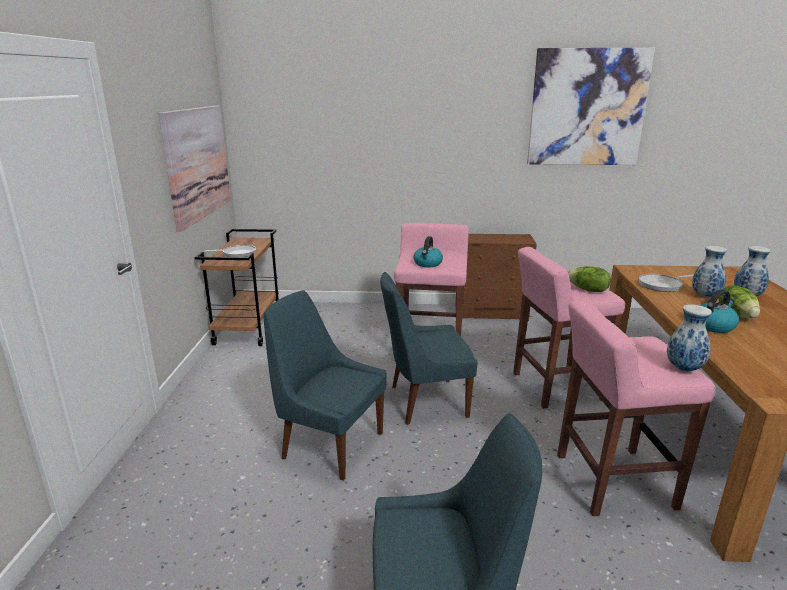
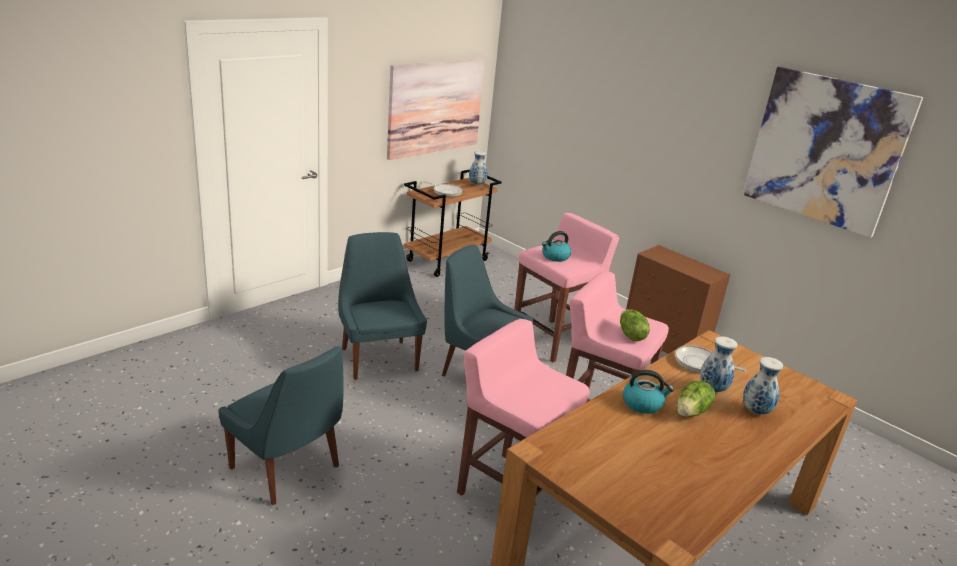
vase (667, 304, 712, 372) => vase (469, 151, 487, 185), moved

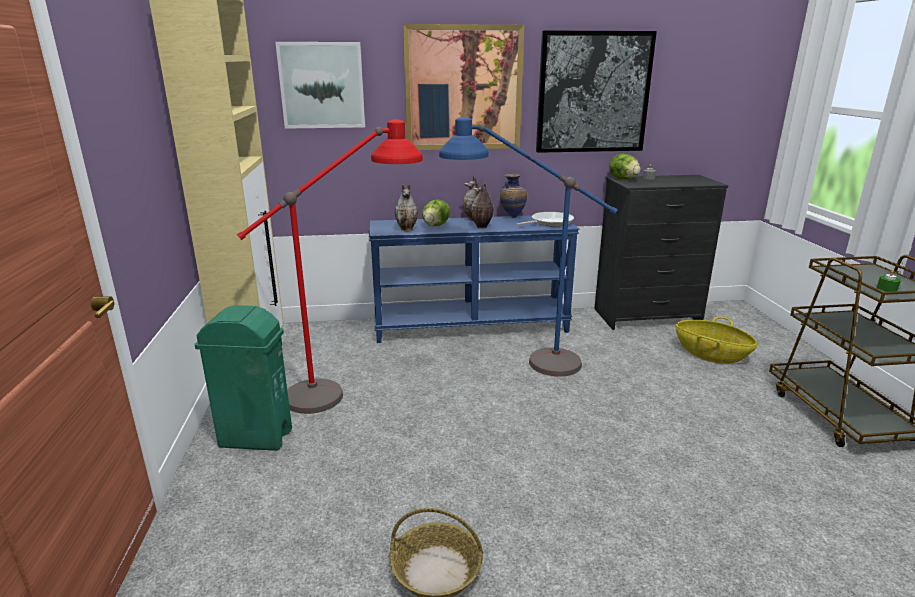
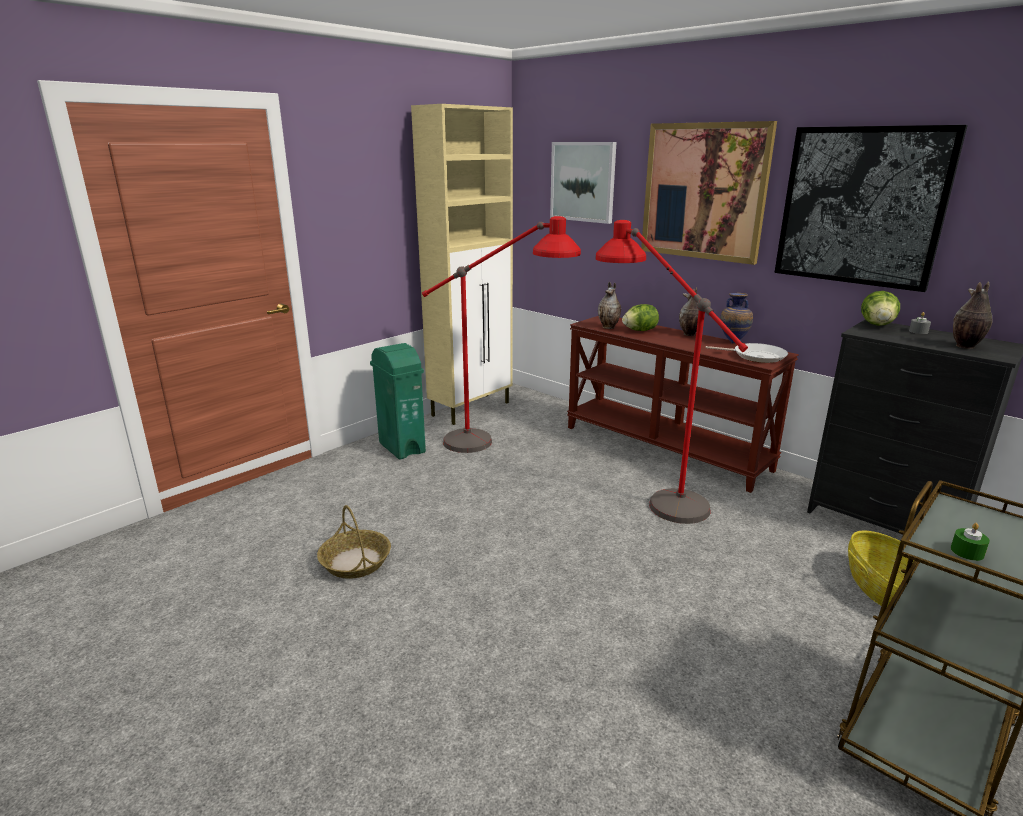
table console [bleu] (369, 215, 579, 343) => table console [marron] (567, 316, 799, 493)
lampadaire [bleu] (439, 117, 618, 377) => lampadaire [rouge] (596, 220, 748, 524)
vase (471, 182, 494, 229) => vase (953, 282, 992, 349), moved

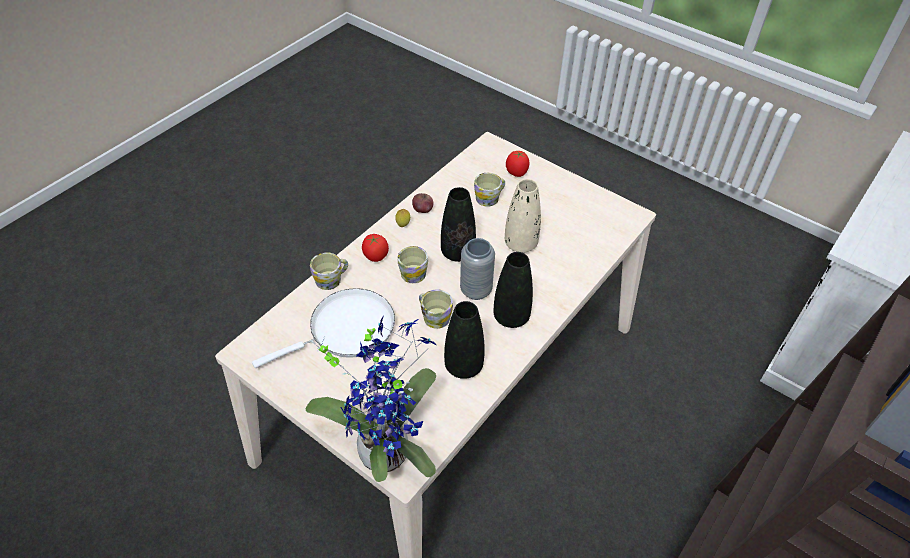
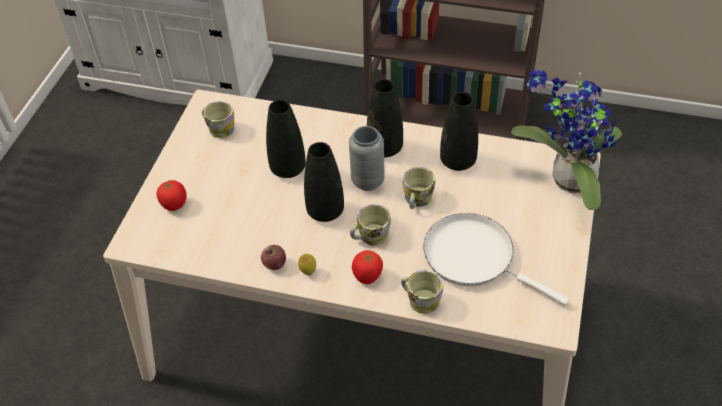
mug (474, 173, 505, 207) => mug (202, 101, 234, 138), moved
vase [beige] (505, 179, 541, 253) => vase [noir] (266, 100, 306, 178)

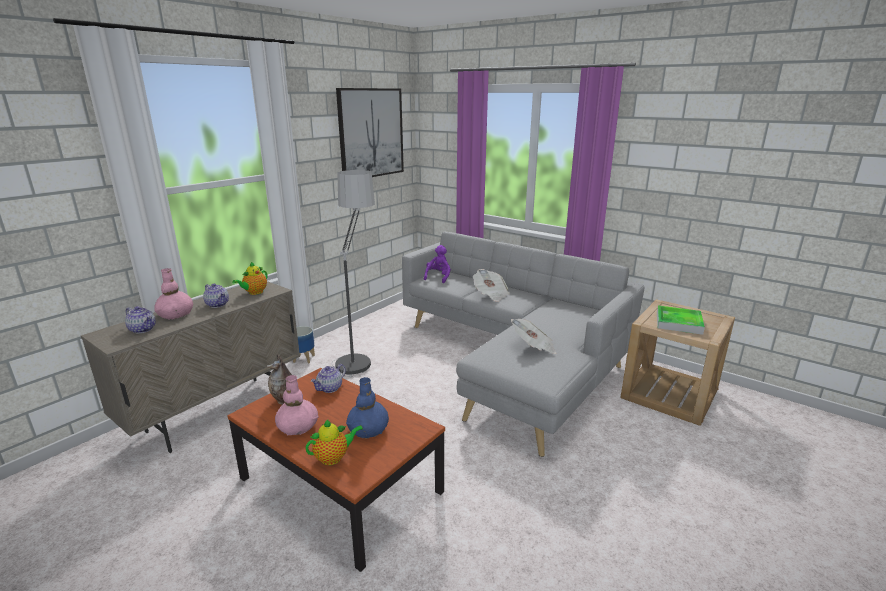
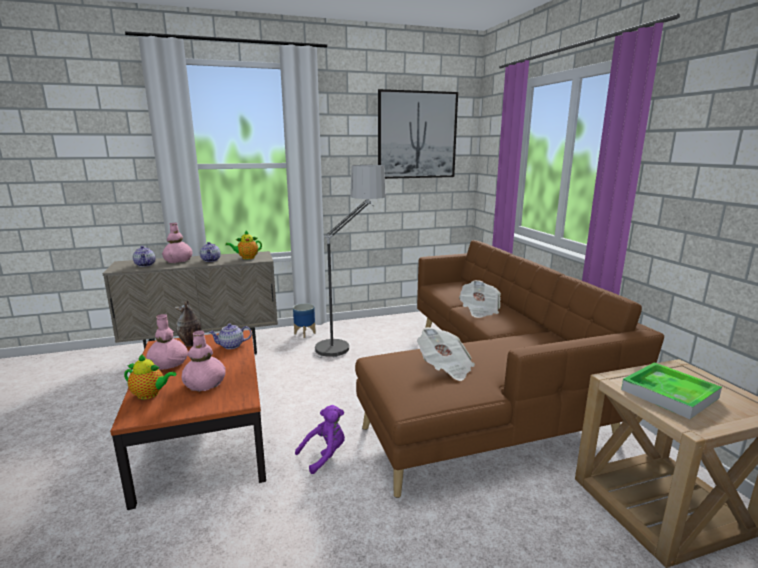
vase [bleu] (346, 377, 389, 438) => vase [rose] (182, 330, 226, 392)
canapé [gris] (402, 232, 644, 457) => canapé [marron] (355, 240, 664, 498)
peluche [violet] (424, 245, 451, 284) => peluche [violet] (295, 405, 345, 474), moved

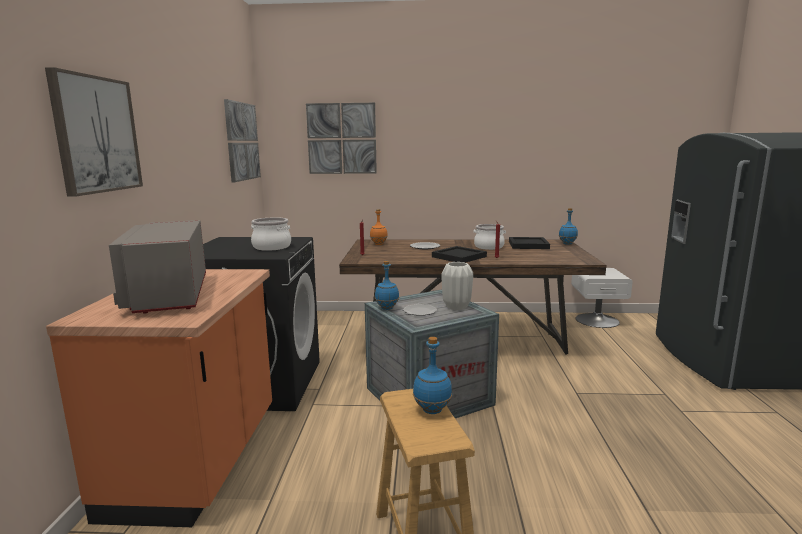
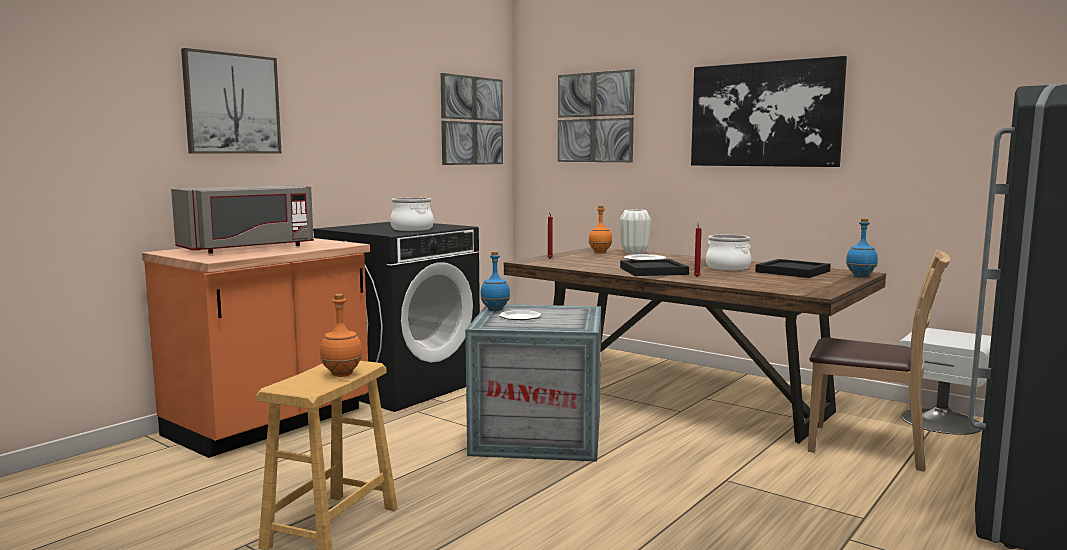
micro-ondes [gris] (109, 220, 206, 314) => micro-ondes [gris] (171, 185, 314, 254), 150 degrees counterclockwise
bouteille [bleu] (413, 337, 452, 414) => bouteille [orange] (320, 294, 363, 377)
vase [blanc] (442, 262, 473, 310) => vase [blanc] (620, 209, 651, 254), moved
nothing => tableau (691, 56, 847, 167)
nothing => chaise [marron] (808, 250, 950, 472)

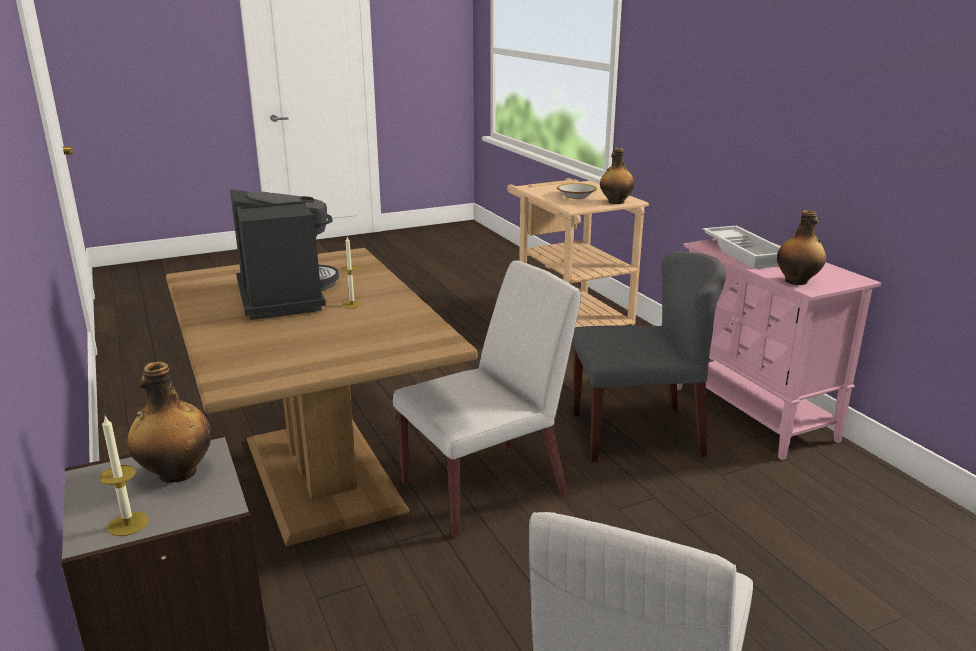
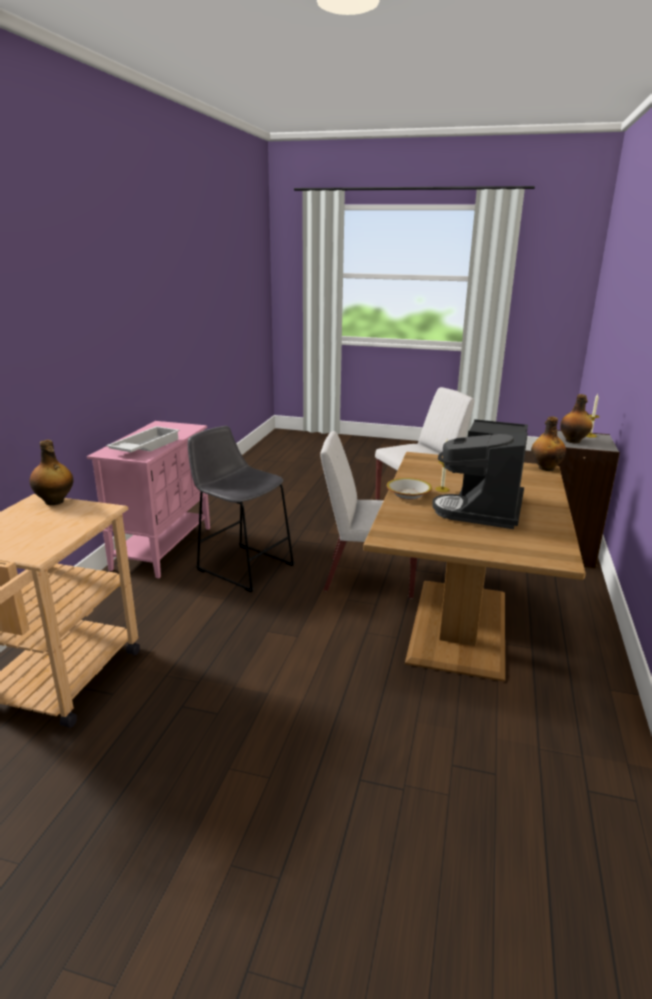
bol (557, 183, 597, 199) => bol (387, 478, 432, 500), moved
chaise [gris] (572, 252, 726, 462) => tabouret [gris] (188, 426, 295, 593)
bouteille (777, 210, 826, 285) => bouteille (531, 417, 566, 471), moved

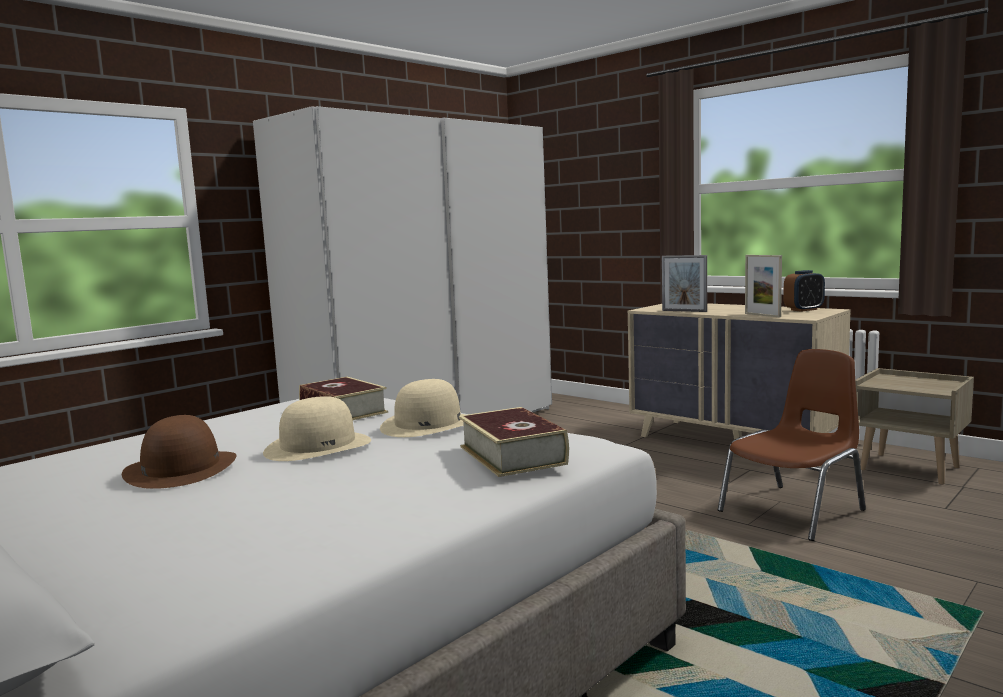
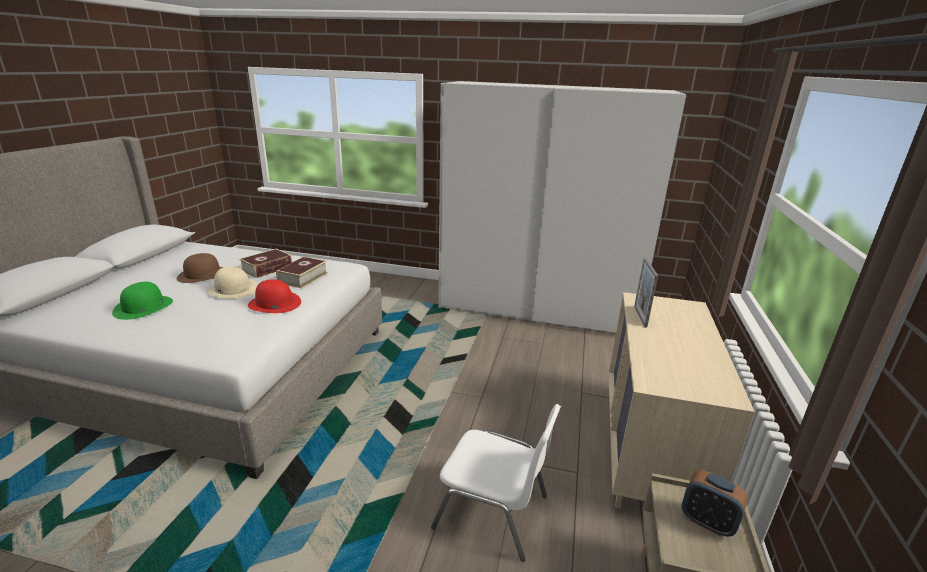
chapeau [beige] (380, 379, 465, 437) => chapeau [rouge] (248, 279, 301, 313)
livre (459, 407, 569, 477) => livre (239, 249, 293, 278), moved
chaise [marron] (718, 349, 866, 541) => chaise [blanc] (431, 404, 561, 562)
cadre photo (745, 255, 782, 317) => nothing
réveil (783, 270, 825, 312) => réveil (682, 470, 748, 537), moved
nothing => chapeau [vert] (112, 282, 173, 320)

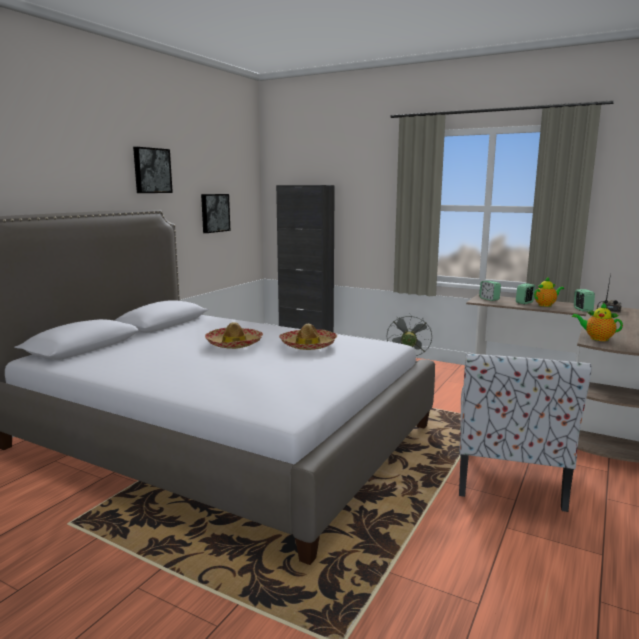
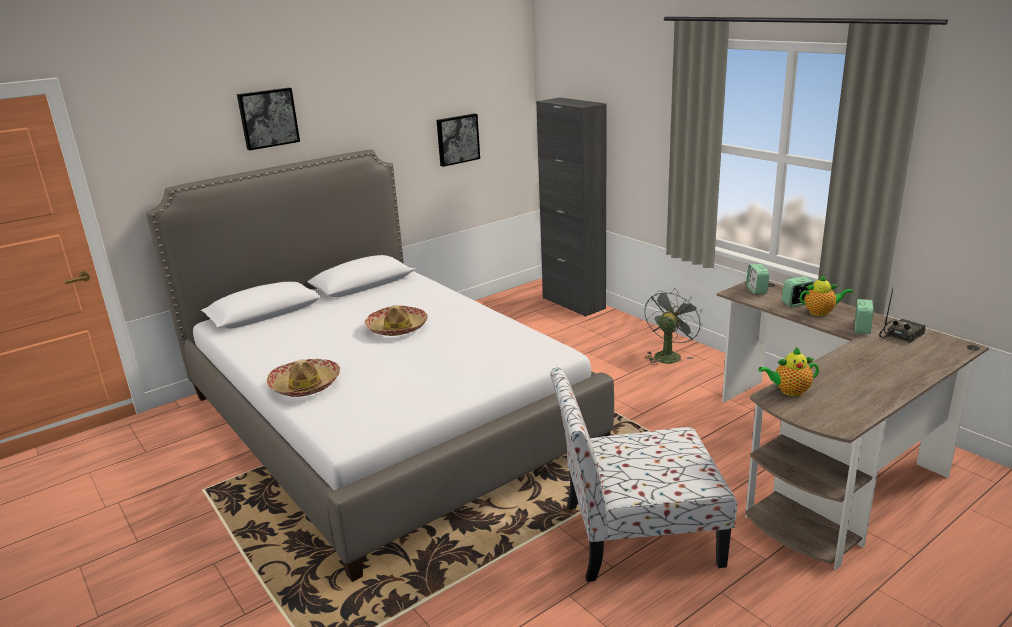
tableau (133, 147, 173, 193) => tableau (237, 88, 300, 150), moved
chapeau (279, 324, 337, 350) => chapeau (267, 359, 340, 397), moved
chaise (459, 353, 591, 512) => chaise (550, 367, 737, 582), 45 degrees clockwise
théière (572, 302, 623, 341) => théière (758, 347, 819, 396), 60 degrees counterclockwise

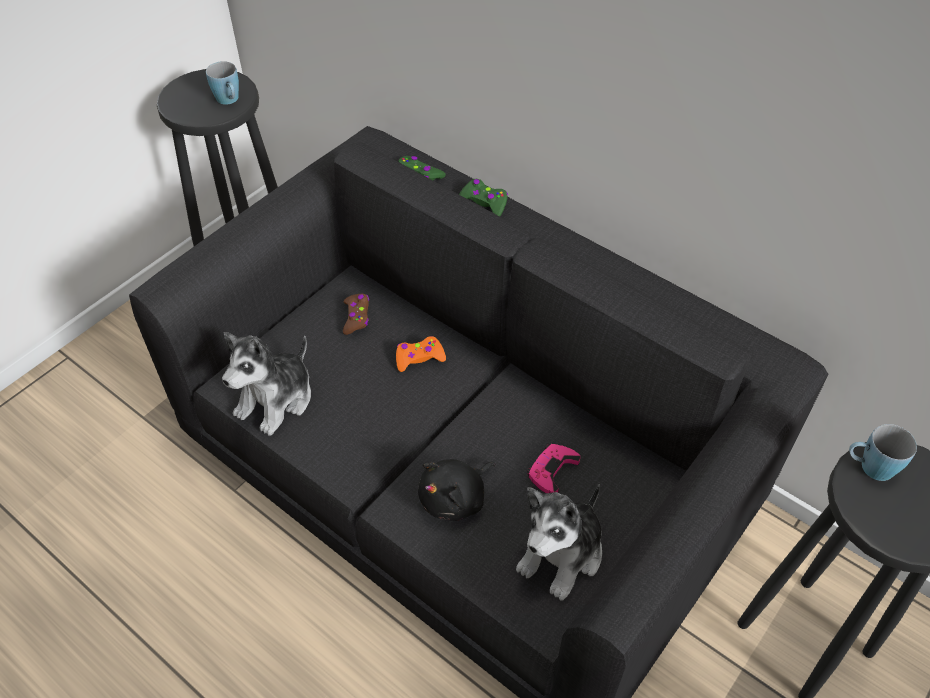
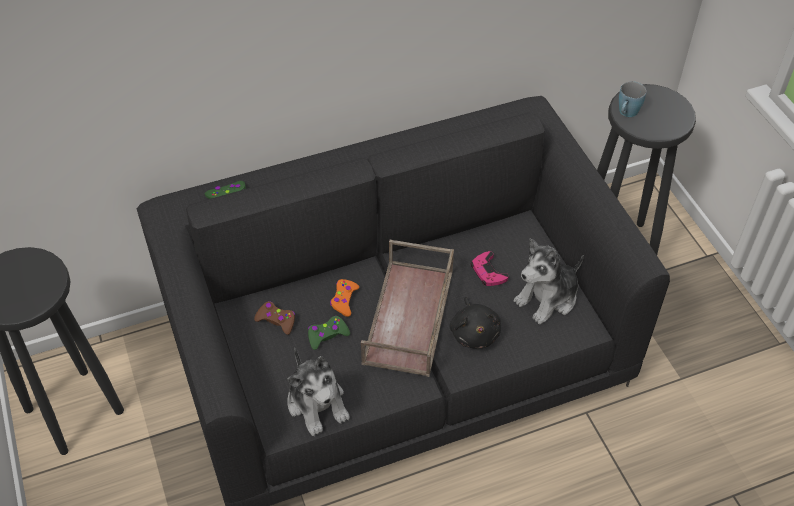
mug [bleu] (206, 61, 239, 105) => nothing
manette [vert] (459, 179, 508, 216) => manette [vert] (308, 316, 350, 350), moved
peluche (516, 484, 602, 600) => peluche (514, 239, 584, 325), 75 degrees clockwise
nothing => plateau [marron] (361, 240, 454, 377)

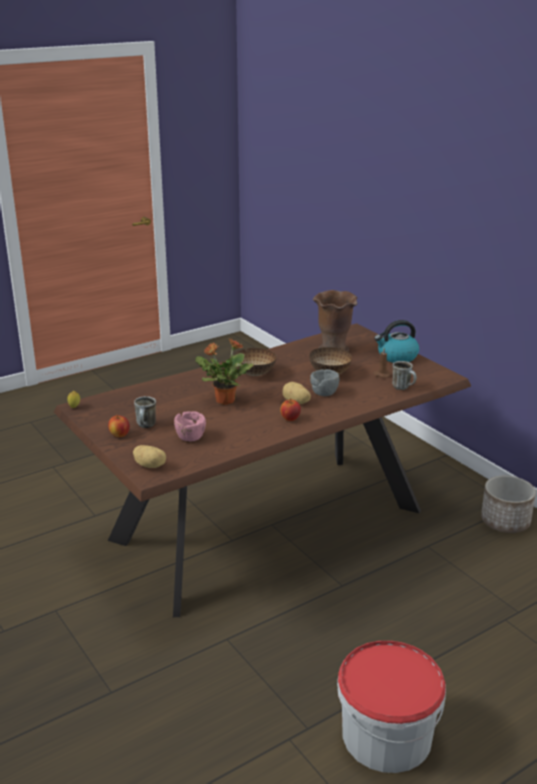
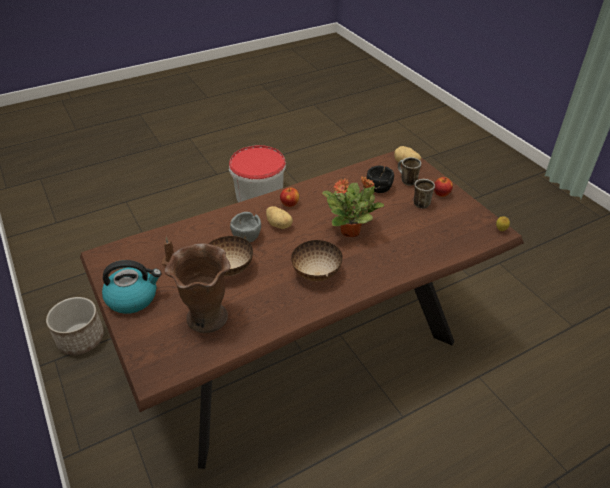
bol [rose] (174, 411, 206, 441) => bol [noir] (367, 166, 394, 193)
mug (392, 361, 417, 390) => mug (398, 157, 421, 186), moved

